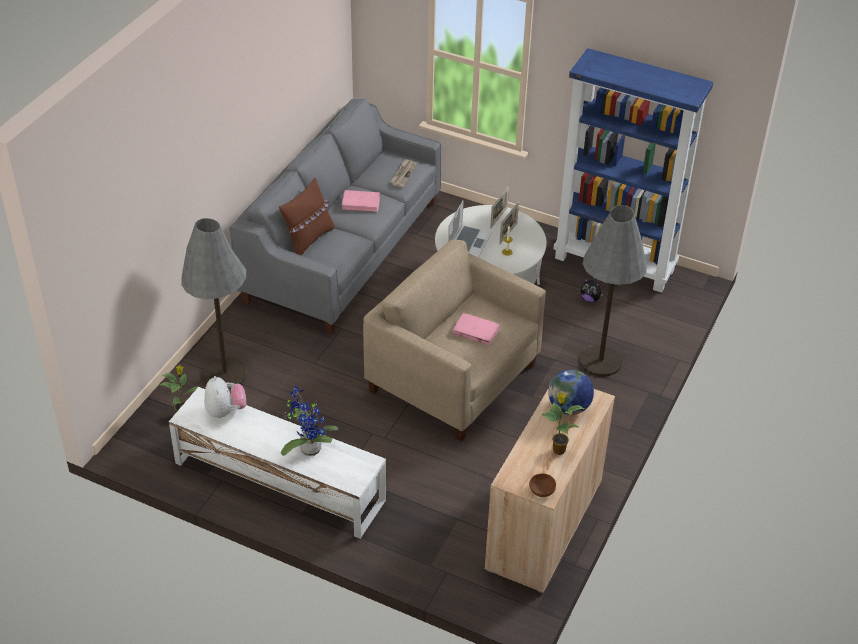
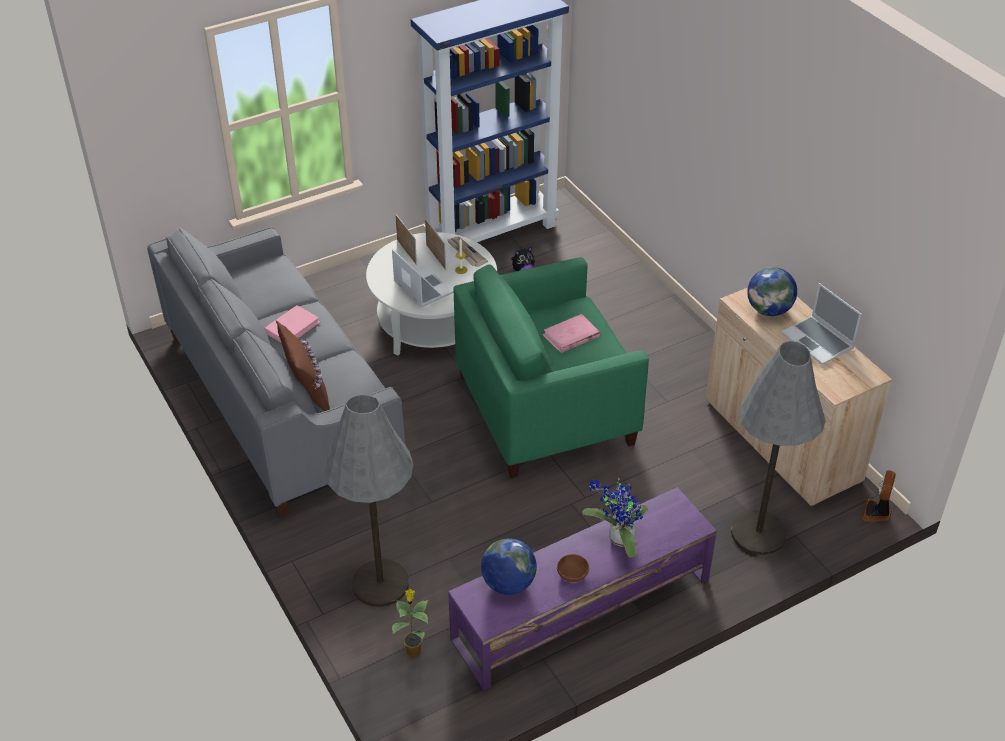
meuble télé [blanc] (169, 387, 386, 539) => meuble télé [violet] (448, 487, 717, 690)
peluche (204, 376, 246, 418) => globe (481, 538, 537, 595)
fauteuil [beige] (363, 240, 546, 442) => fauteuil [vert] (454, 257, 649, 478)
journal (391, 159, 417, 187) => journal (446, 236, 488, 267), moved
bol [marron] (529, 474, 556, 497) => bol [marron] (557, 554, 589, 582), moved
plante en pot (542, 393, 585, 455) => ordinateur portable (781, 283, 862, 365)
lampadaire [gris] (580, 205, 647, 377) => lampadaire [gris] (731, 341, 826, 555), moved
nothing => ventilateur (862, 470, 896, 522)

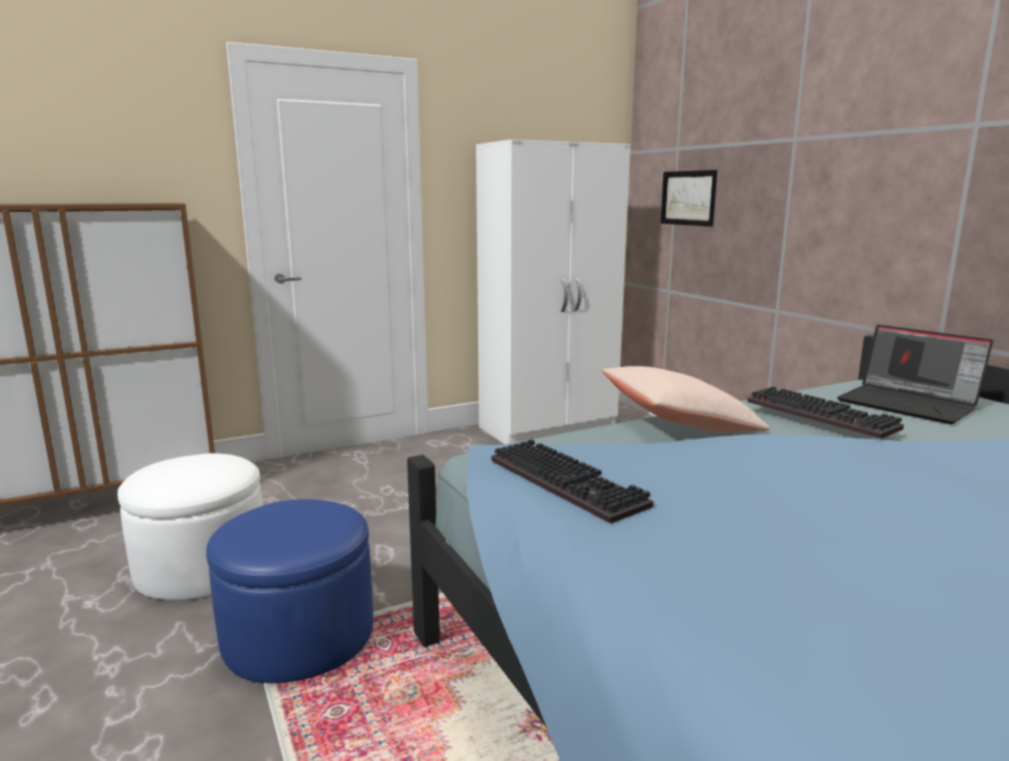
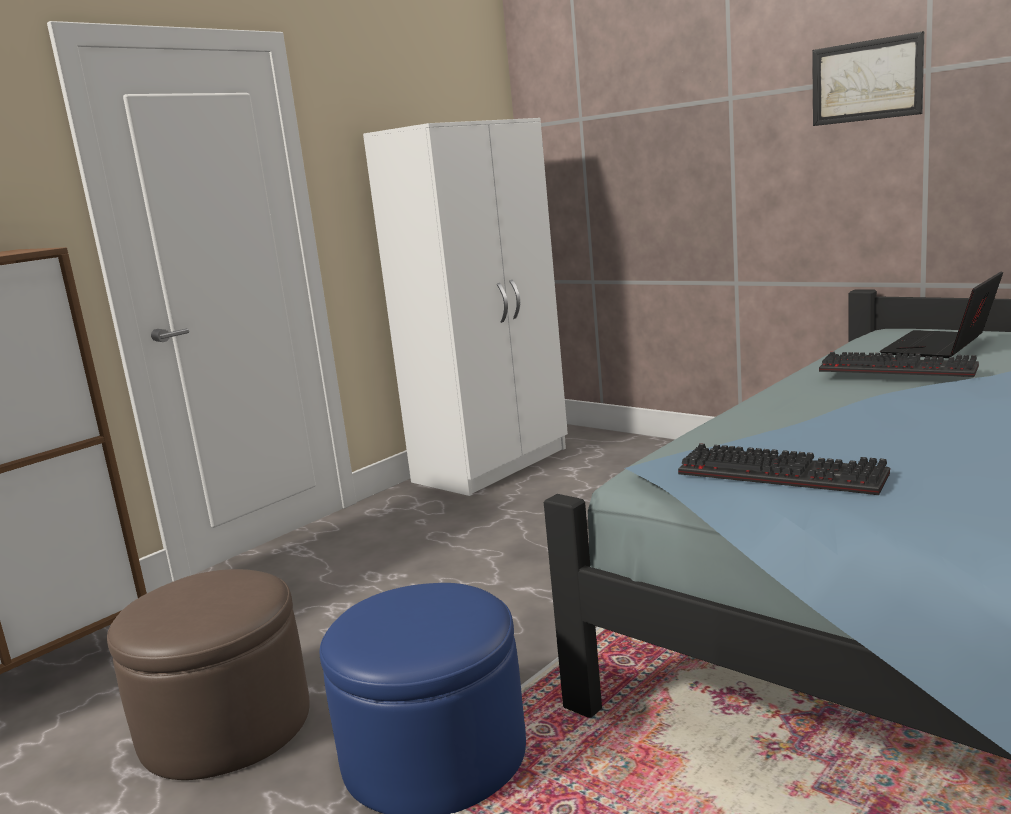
pouf [blanc] (117, 453, 263, 600) => pouf [marron] (107, 569, 310, 780)
coussin [beige] (602, 366, 770, 433) => nothing
tableau (661, 170, 717, 227) => tableau (812, 31, 924, 126), moved
ordinateur portable (837, 325, 993, 424) => ordinateur portable (880, 271, 1003, 358), 105 degrees clockwise

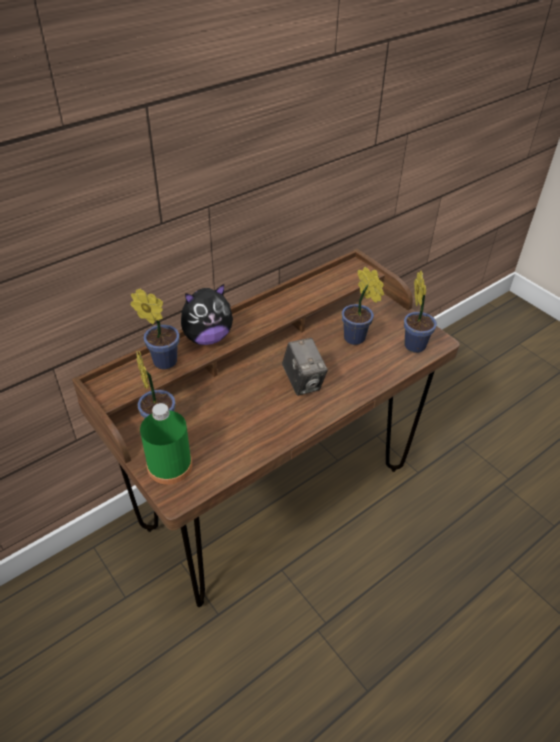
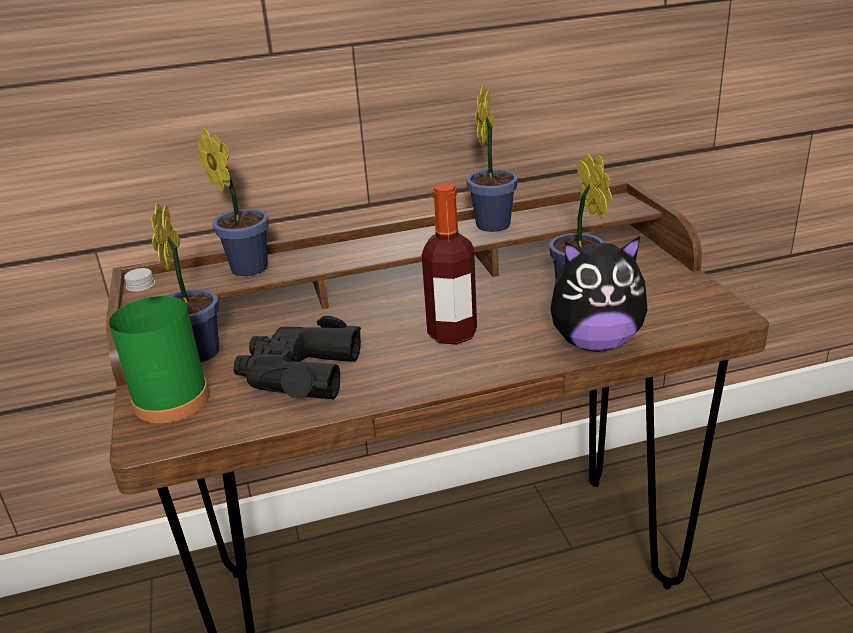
peluche (181, 284, 233, 345) => peluche (550, 236, 647, 351), moved
appareil photo (282, 338, 328, 396) => bouteille (422, 183, 477, 345)
plante en pot (404, 271, 437, 353) => plante en pot (466, 85, 518, 232), moved
nothing => jumelles [noir] (233, 316, 361, 399)

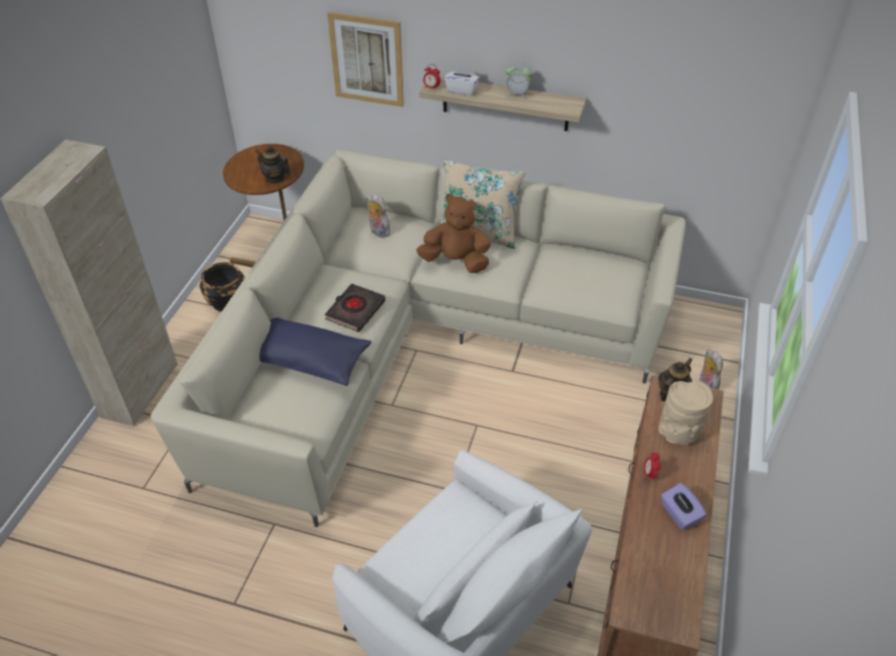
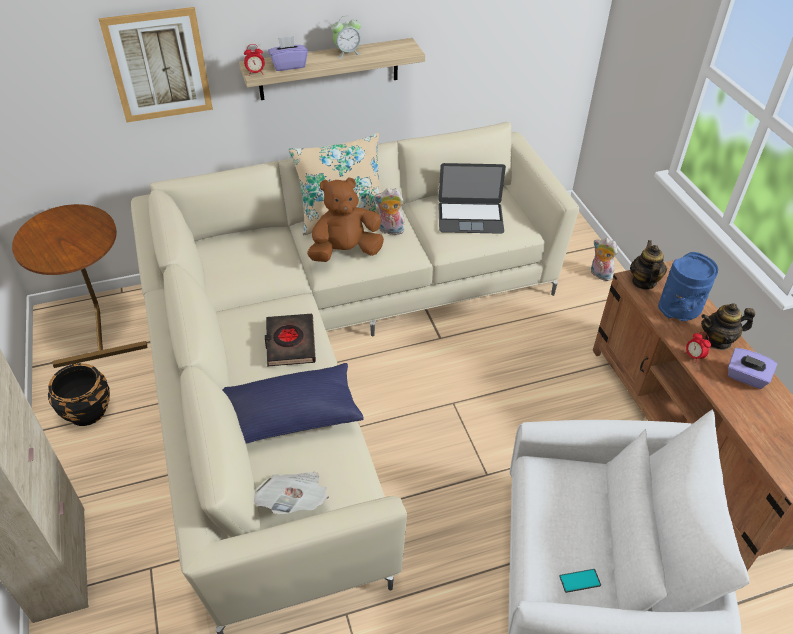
théière (255, 146, 291, 184) => théière (701, 303, 755, 350), moved
peluche (366, 194, 390, 238) => peluche (374, 188, 406, 235), moved
boîte à mouchoirs [blanc] (444, 65, 480, 96) => boîte à mouchoirs [violet] (268, 36, 308, 71)
vase [beige] (659, 381, 713, 445) => vase [bleu] (658, 252, 718, 321)
nothing => journal (254, 472, 329, 514)
nothing => ordinateur portable (438, 163, 506, 234)
nothing => téléphone (559, 569, 601, 593)

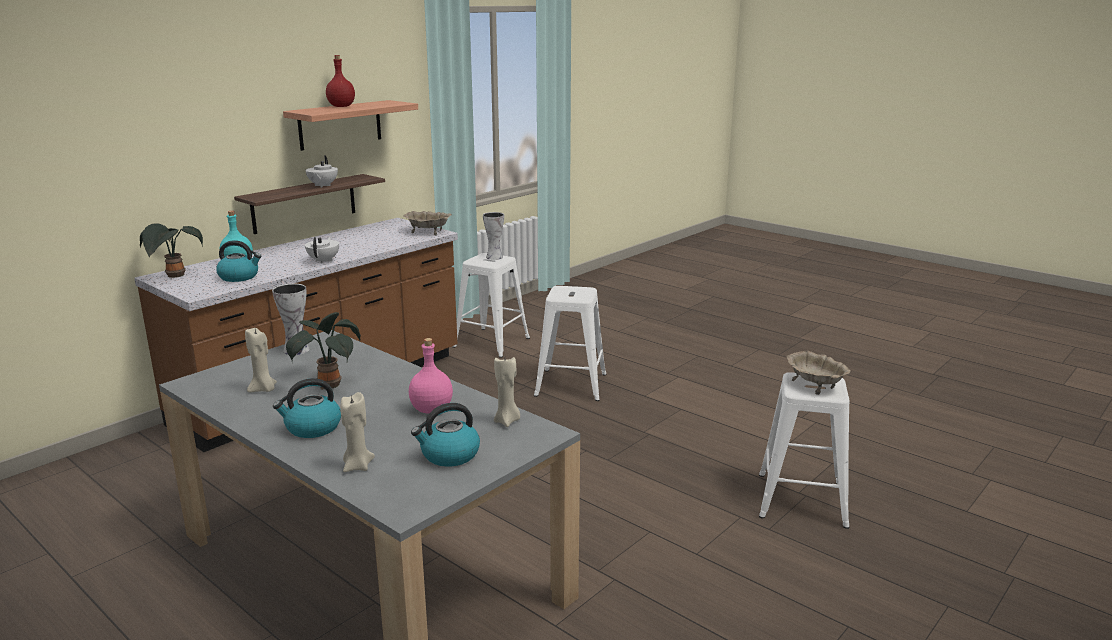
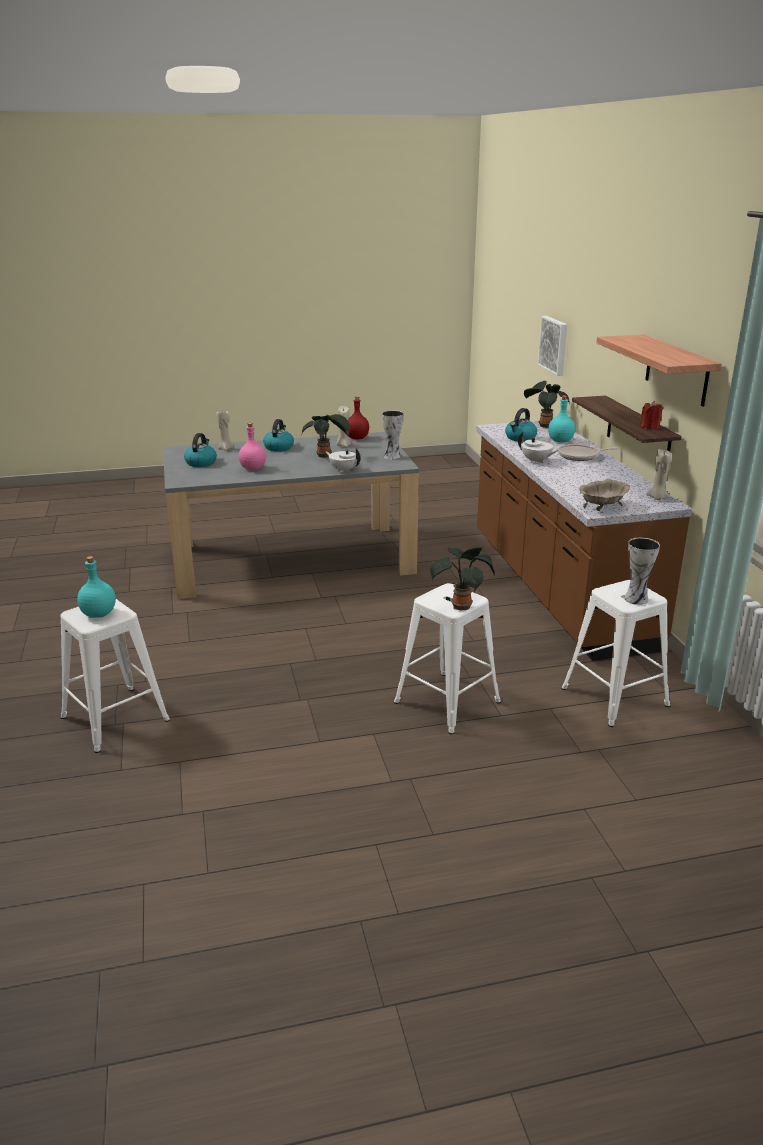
théière [blanc] (305, 155, 338, 188) => théière [blanc] (326, 448, 361, 472), moved
bouteille [rouge] (326, 55, 355, 107) => bouteille [rouge] (348, 396, 369, 439), moved
bougie [beige] (494, 357, 520, 427) => bougie [beige] (646, 449, 671, 500), moved
bol [beige] (787, 351, 851, 395) => bouteille [turquoise] (77, 556, 116, 618)
nothing => plante en pot (430, 546, 495, 611)
nothing => tableau (538, 316, 567, 376)
nothing => poêle (558, 444, 618, 461)
nothing => bougie [rouge] (640, 401, 663, 430)

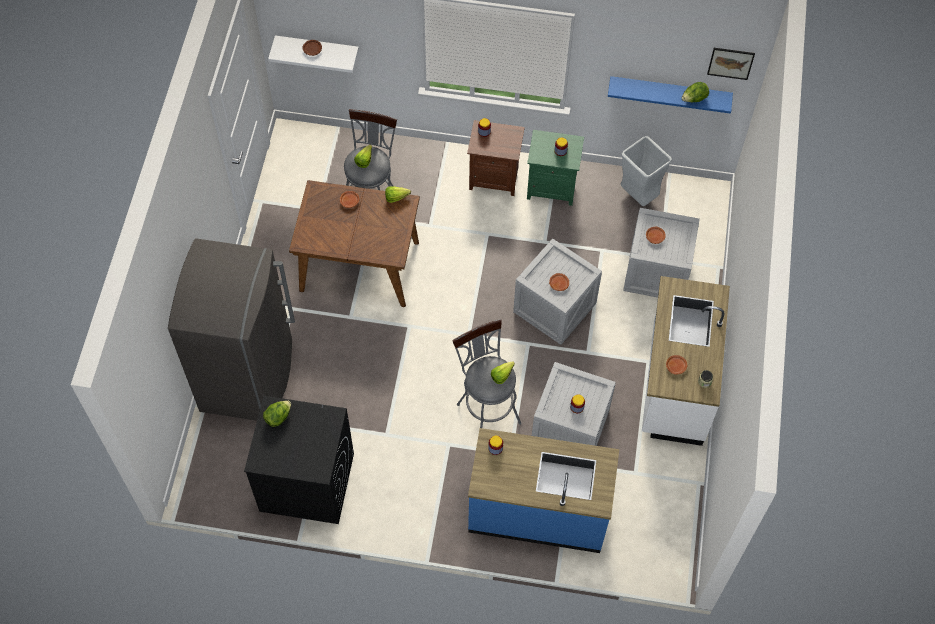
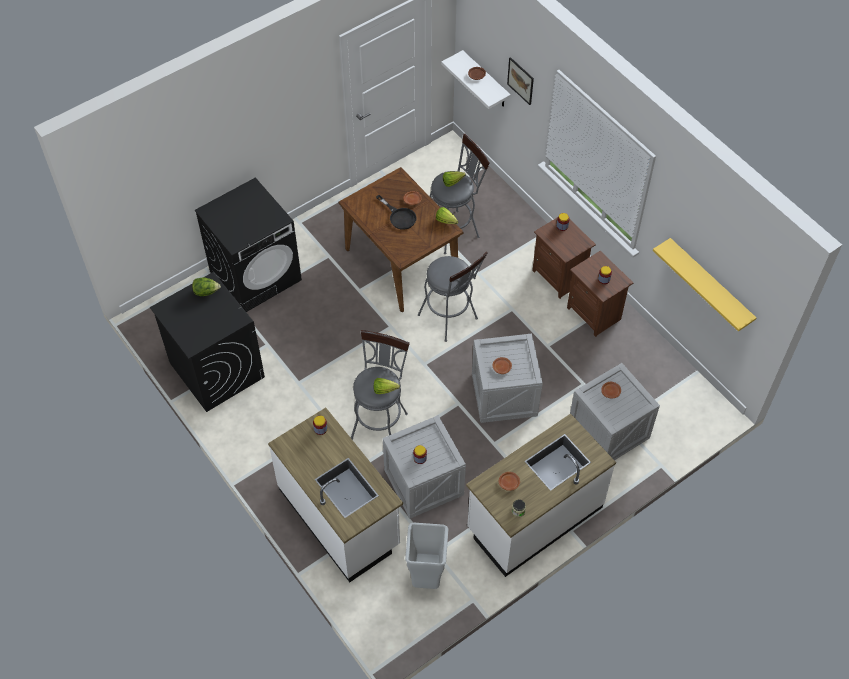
réfrigérateur [gris] (168, 238, 295, 421) => lave-linge [noir] (195, 177, 302, 312)
comptoir de cuisine [bleu] (468, 428, 619, 553) => comptoir de cuisine [blanc] (268, 408, 403, 582)
table de chevet [vert] (527, 130, 584, 206) => table de chevet [marron] (567, 251, 633, 337)
étagère [bleu] (608, 76, 733, 114) => étagère [jaune] (653, 238, 756, 332)
poubelle [gris] (621, 136, 672, 206) => poubelle [gris] (405, 523, 448, 589), moved
laitue (682, 82, 709, 102) => nothing
tableau (707, 48, 755, 80) => tableau (507, 57, 534, 105), moved
nothing => poêle [noir] (376, 195, 417, 230)
nothing => tabouret [gris] (418, 252, 488, 342)

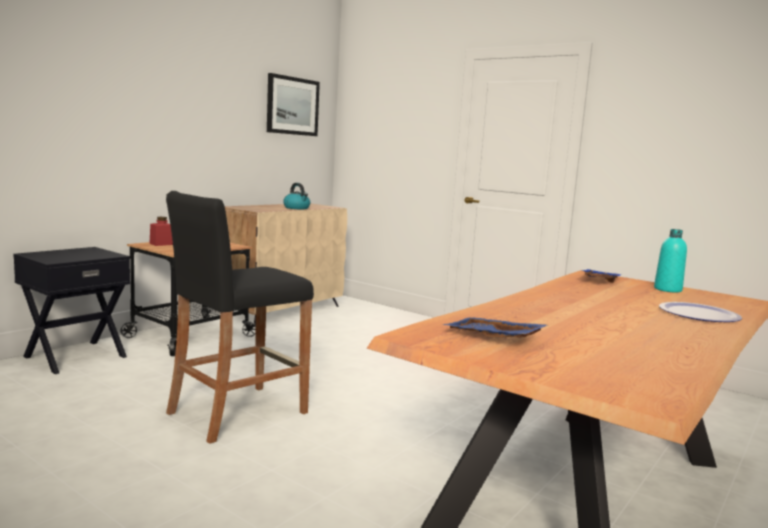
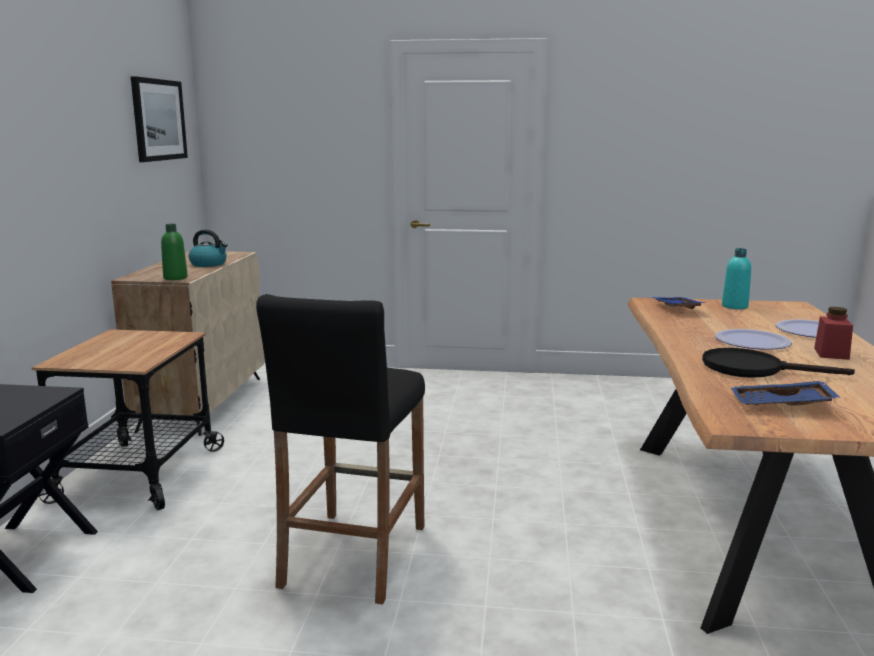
bocal [rouge] (149, 217, 173, 246) => bocal [rouge] (814, 307, 853, 360), moved
nothing => bouteille [vert] (161, 224, 188, 280)
nothing => poêle [noir] (702, 348, 855, 378)
nothing => assiette (715, 329, 792, 350)

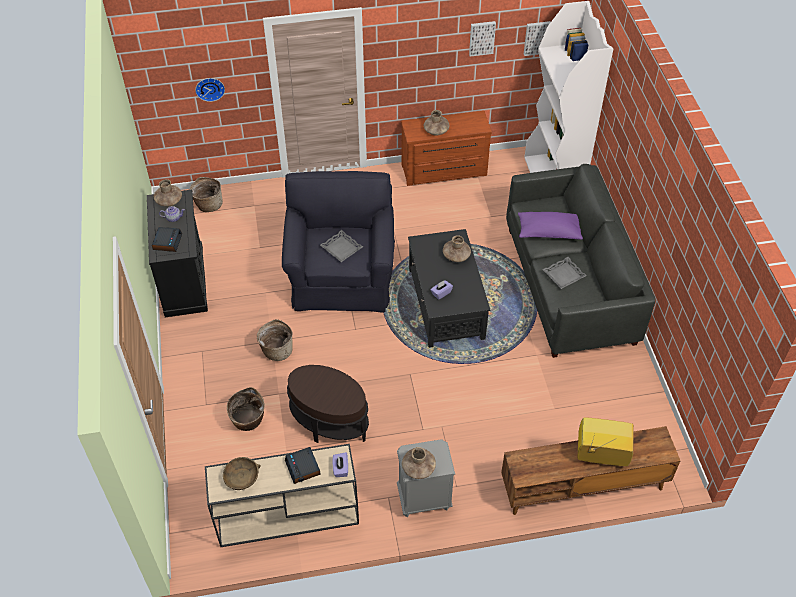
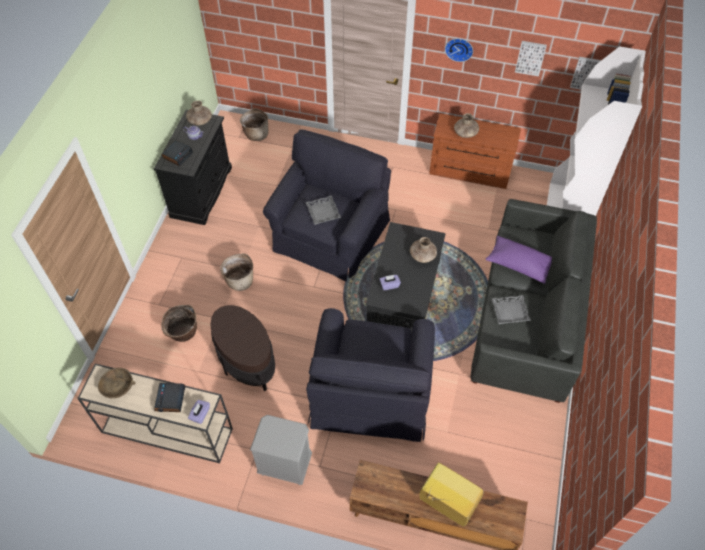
horloge murale (195, 78, 225, 102) => horloge murale (445, 38, 473, 62), moved
vase [marron] (402, 447, 436, 479) => nothing
nothing => fauteuil [noir] (306, 308, 435, 442)

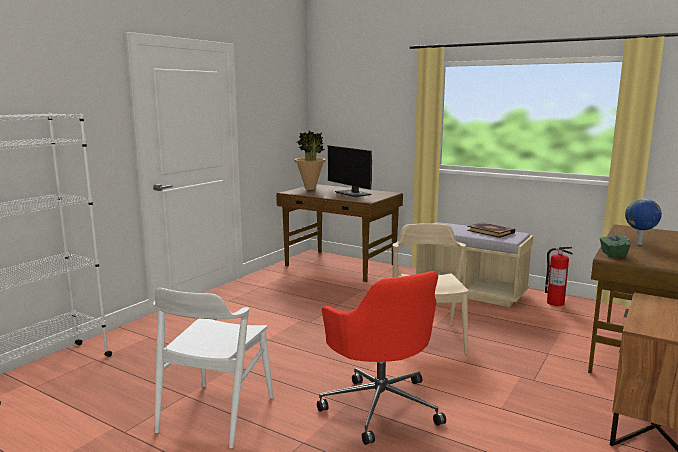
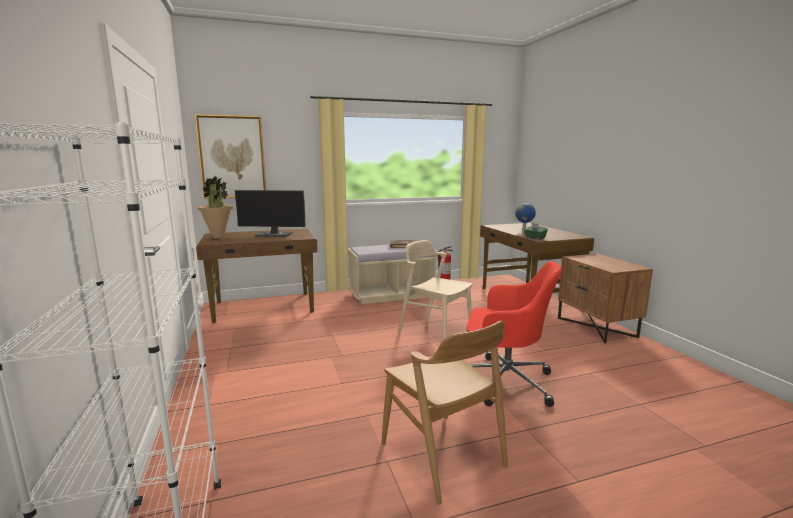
chaise [blanc] (153, 288, 273, 449) => chaise [marron] (381, 321, 508, 504)
nothing => tableau (195, 114, 266, 199)

